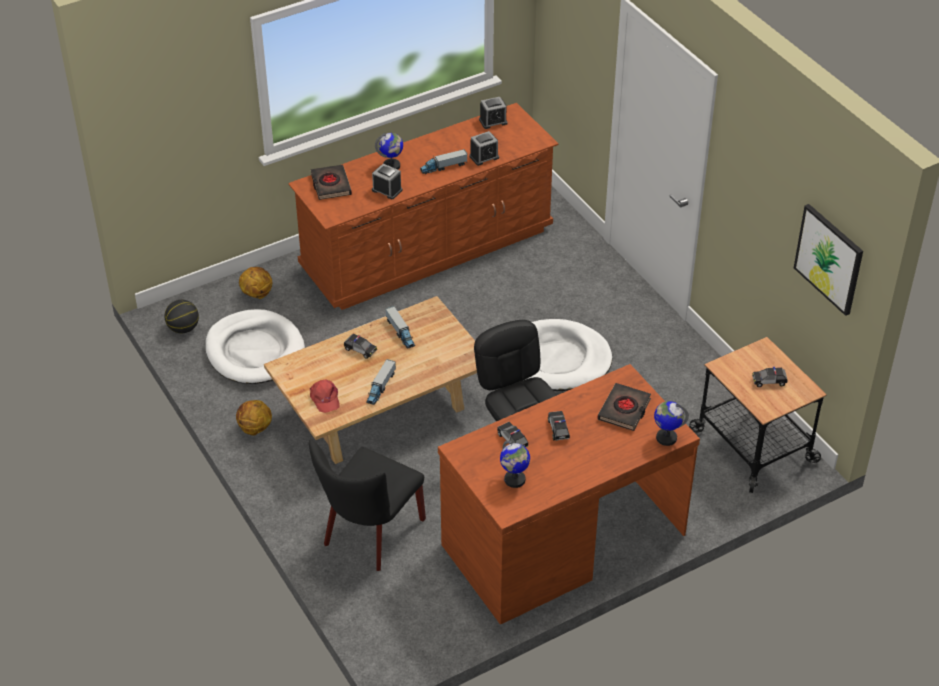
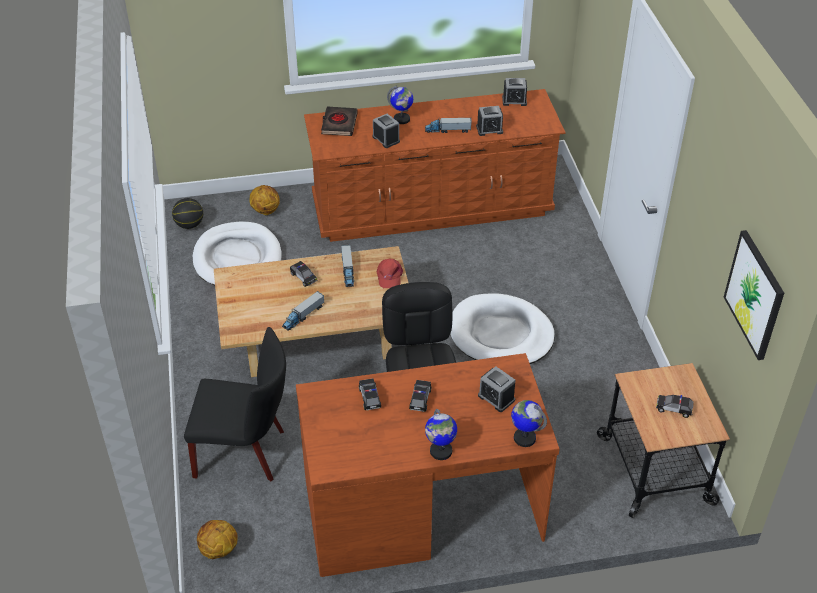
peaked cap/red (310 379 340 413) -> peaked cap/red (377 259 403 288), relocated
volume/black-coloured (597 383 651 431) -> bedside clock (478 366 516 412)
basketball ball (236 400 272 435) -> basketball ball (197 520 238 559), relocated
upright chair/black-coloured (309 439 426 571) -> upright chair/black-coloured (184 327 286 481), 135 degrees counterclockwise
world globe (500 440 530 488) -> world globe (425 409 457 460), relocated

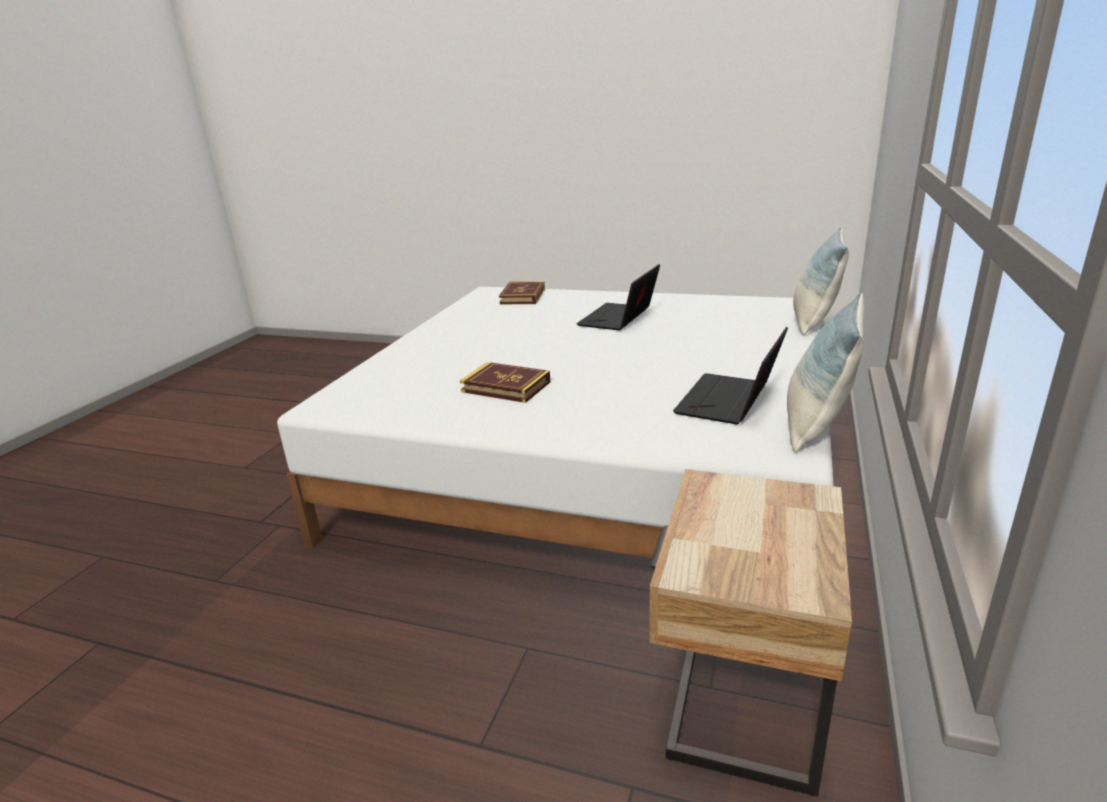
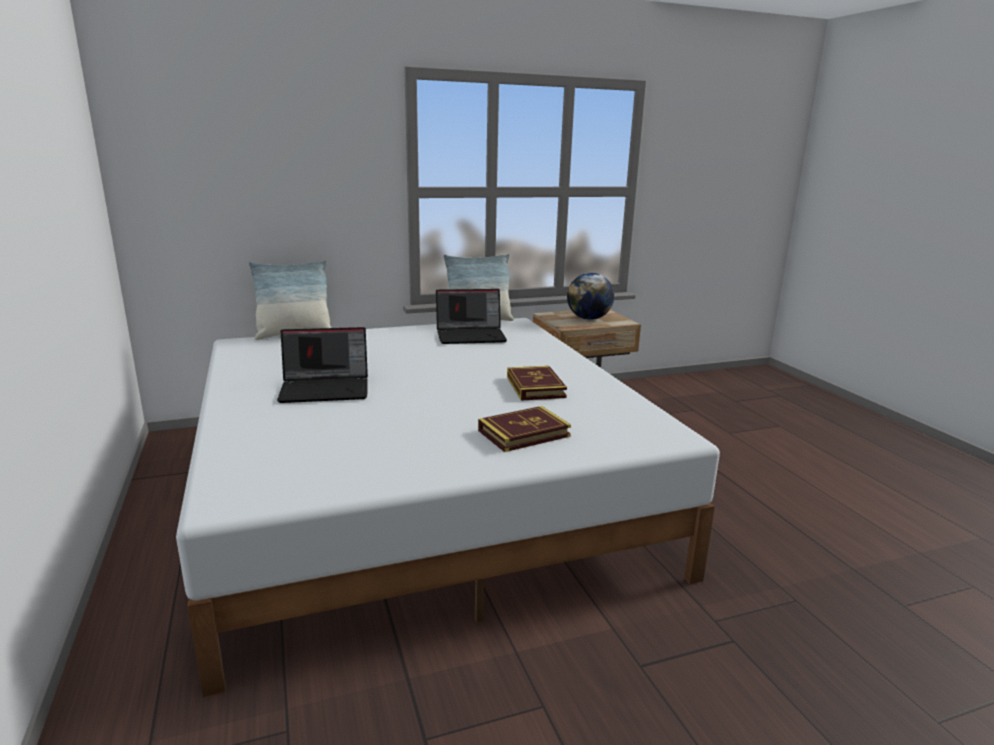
volume (499 281 545 304) -> volume (478 406 571 452), relocated
none -> world globe (567 273 614 320)

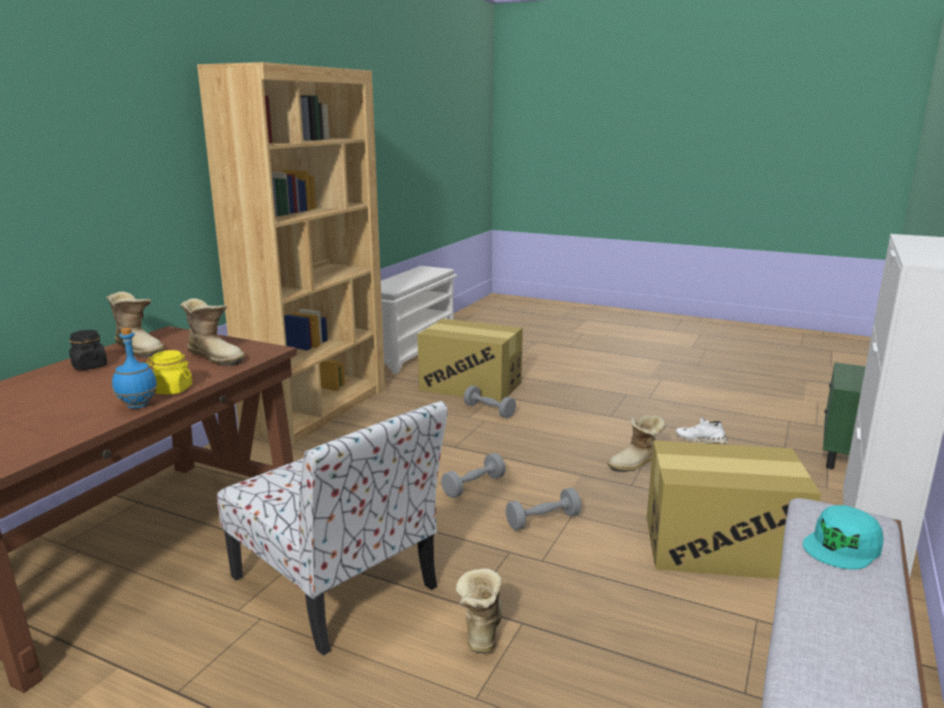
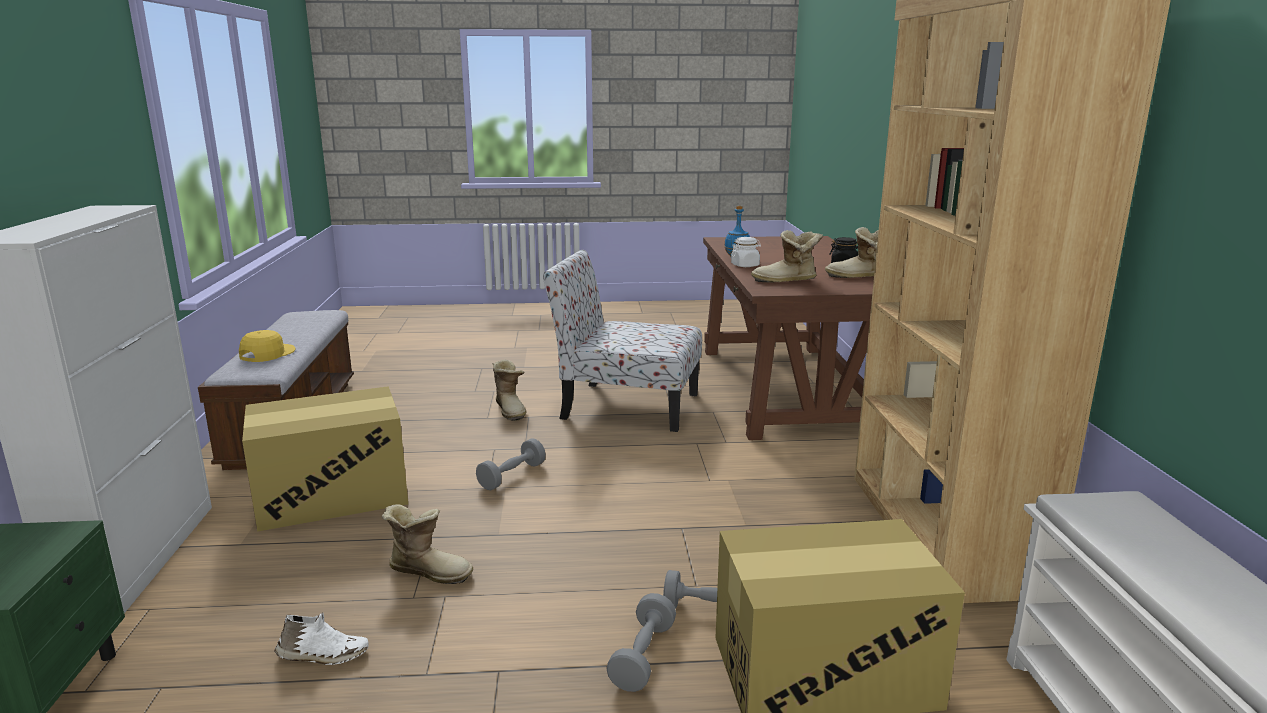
preserve jar/yellowish (147 350 192 394) -> preserve jar/white (731 237 761 267)
boot (607 414 666 472) -> boot (382 505 473 584), 75 degrees clockwise
dumbbell/grey (441 453 506 498) -> dumbbell/grey (607 593 676 692), relocated
peaked cap/turquoise (803 505 883 570) -> peaked cap/yellowish (239 330 295 362)

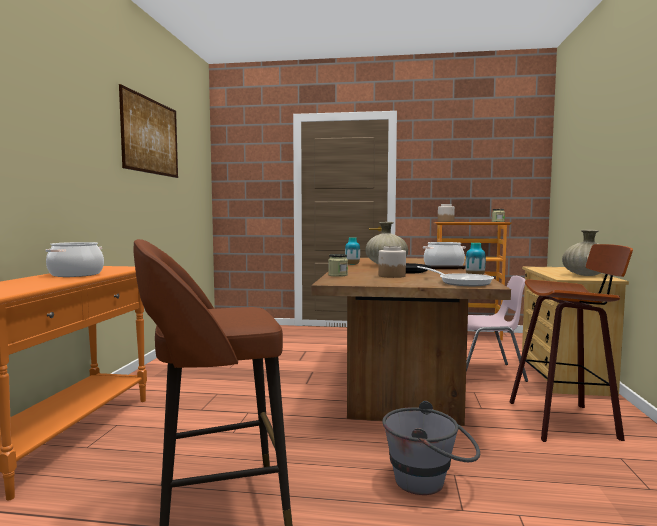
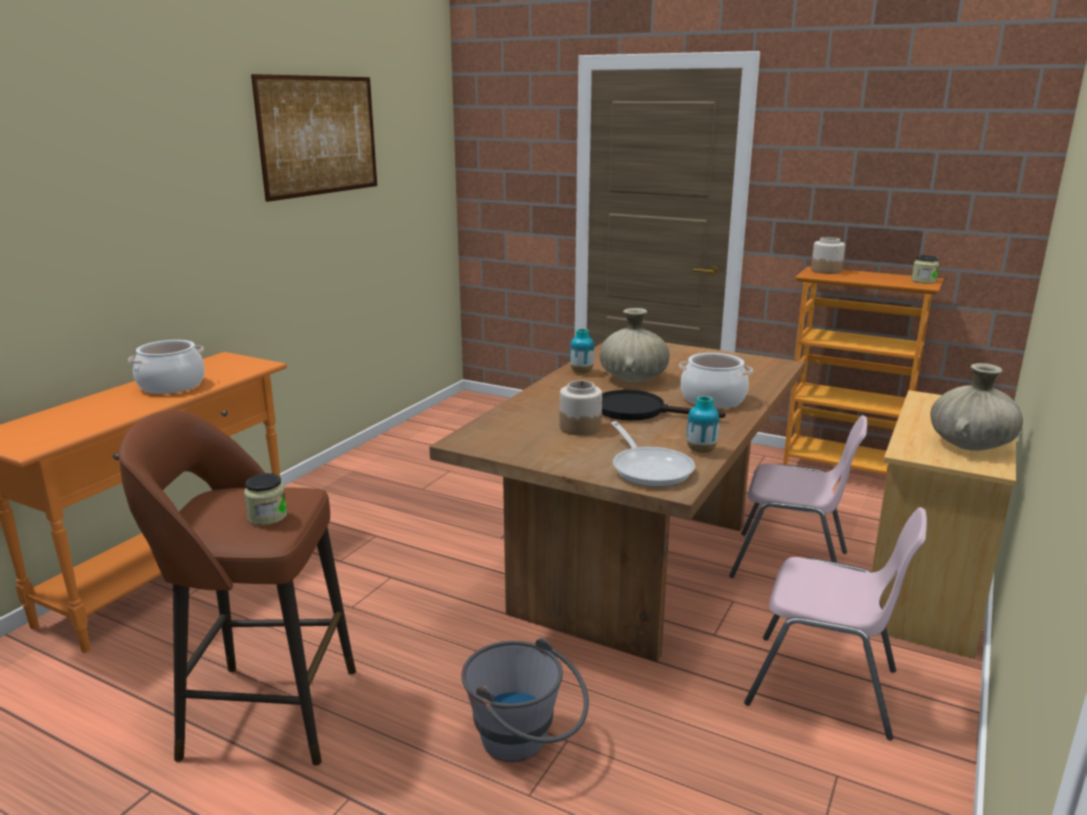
sitting stool (510 244 633 442) -> upright chair/pink-coloured (744 507 927 740)
preserve jar (328 254 348 277) -> preserve jar (244 473 287 525), relocated

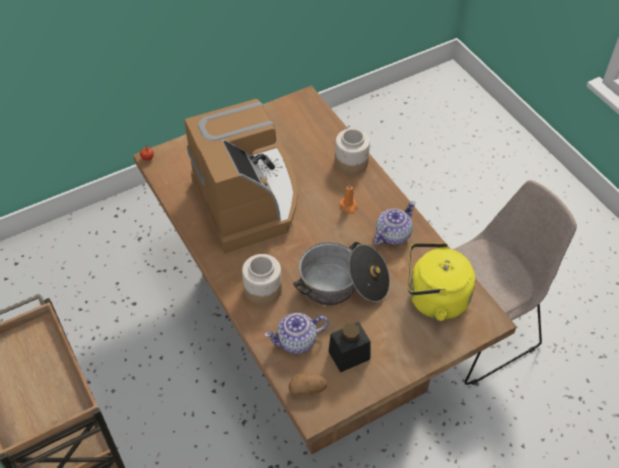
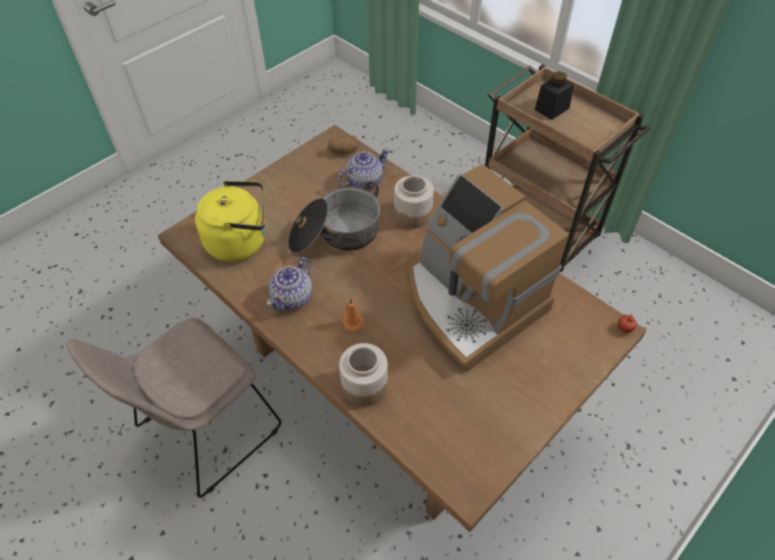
preserve jar/black-coloured (328 322 371 373) -> preserve jar/black-coloured (535 71 574 120), relocated

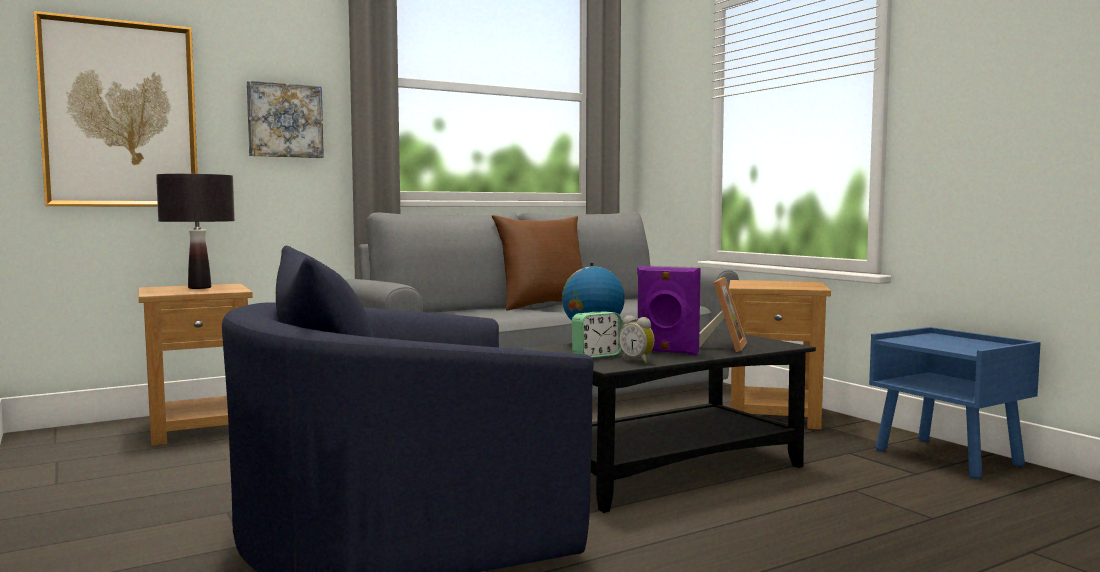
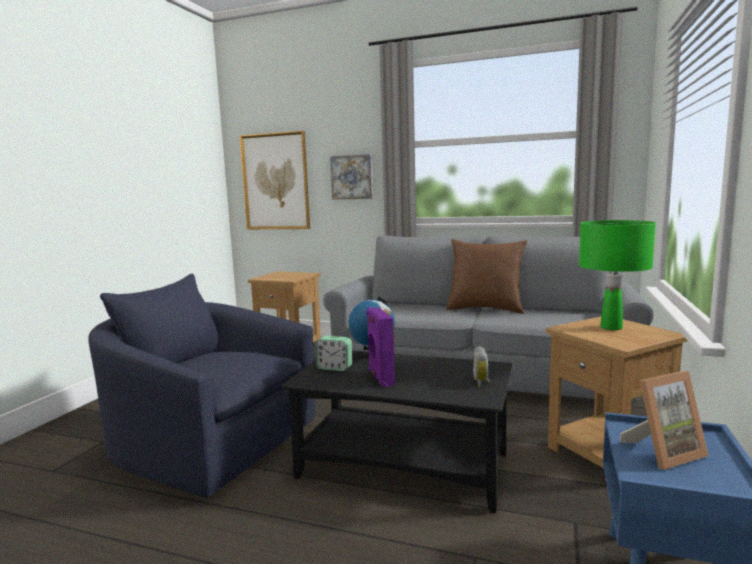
table lamp/black-coloured (156 174 235 289) -> none
standing frame (699 277 747 352) -> standing frame (620 371 708 470), relocated
bedside clock (619 315 655 363) -> bedside clock (473 346 490 387), relocated
none -> table lamp/greenish (579 220 656 330)

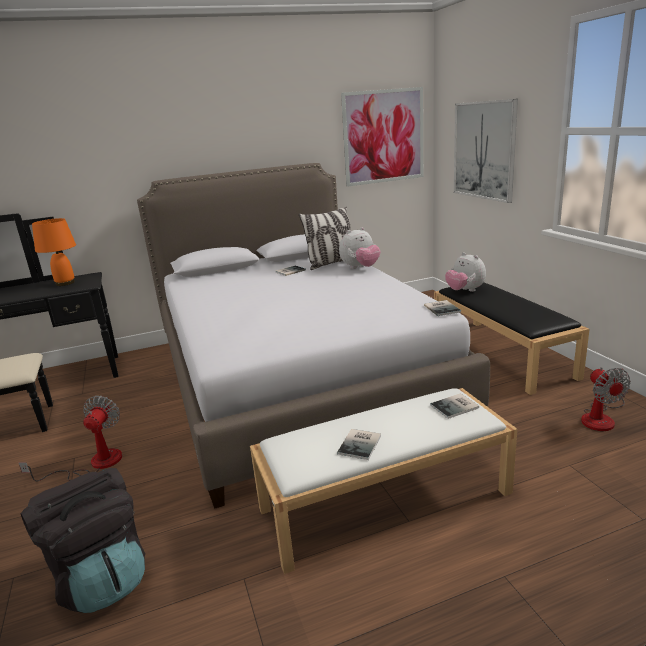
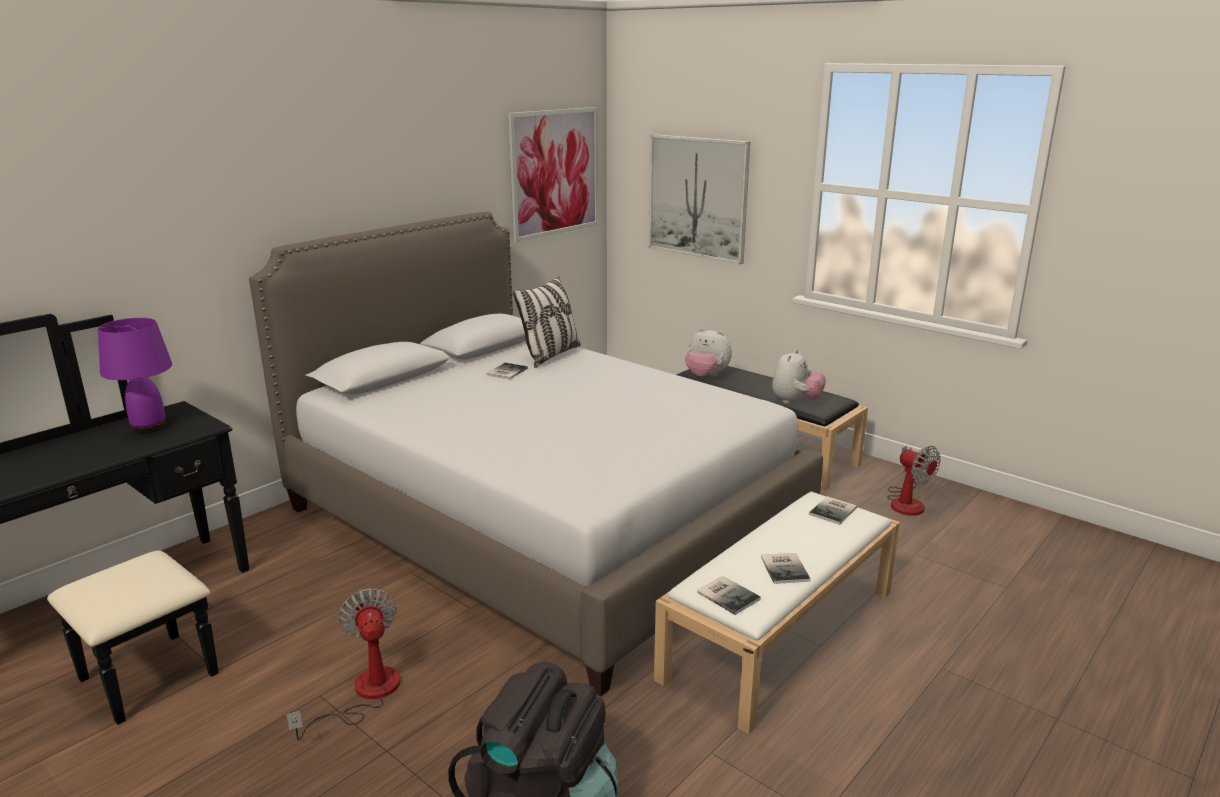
table lamp/orange-coloured (32 218 76 286) -> table lamp/purplish (98 318 172 433)
soft toy (339 227 381 269) -> soft toy (772 349 826 404), relocated
volume (424 300 461 316) -> volume (697 576 761 615), relocated

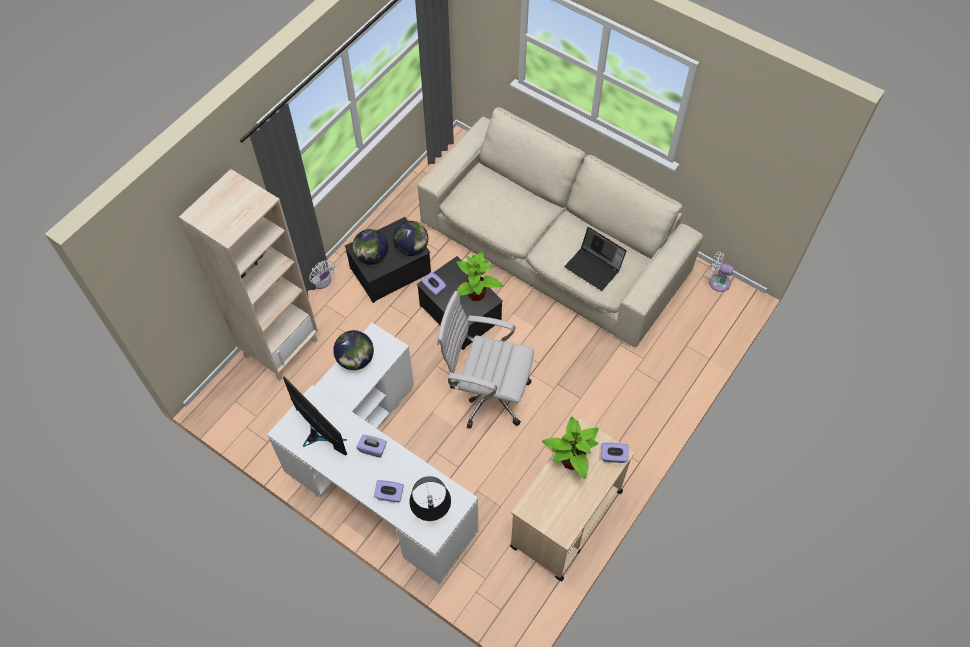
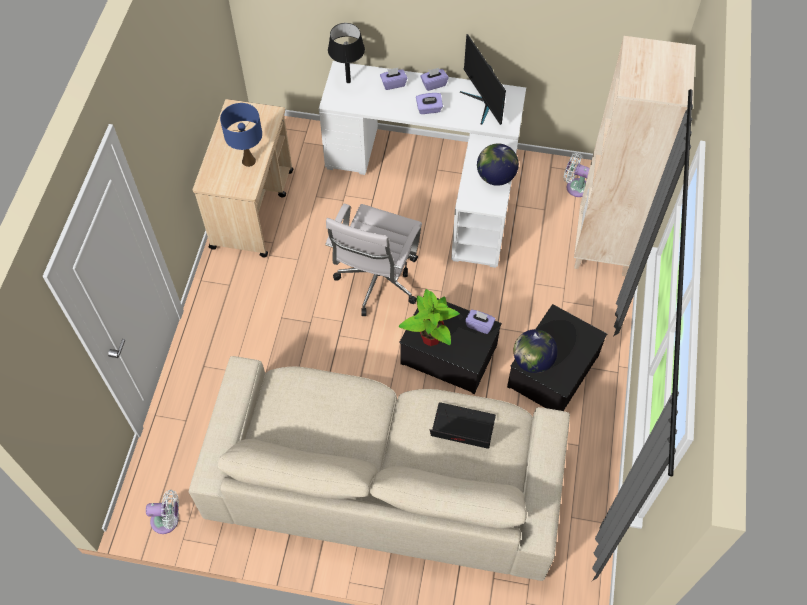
notebook computer (565 227 626 291) -> notebook computer (429 402 496 449), relocated
world globe (353 229 388 265) -> none
cooling fan/white (309 260 335 289) -> cooling fan/white (563 152 590 197), relocated
desk chair/white (437 291 534 429) -> desk chair/white (325 204 422 316), 120 degrees clockwise
computer screen (283 377 347 455) -> computer screen (460 34 506 125), 45 degrees clockwise
potted plant (542 417 599 479) -> table lamp/bluish (220 103 262 167)
tissue box/purplish (601 442 629 463) -> tissue box/purplish (420 68 449 91), relocated

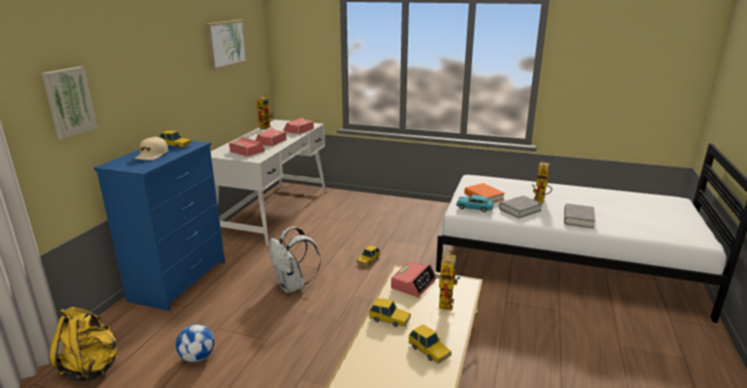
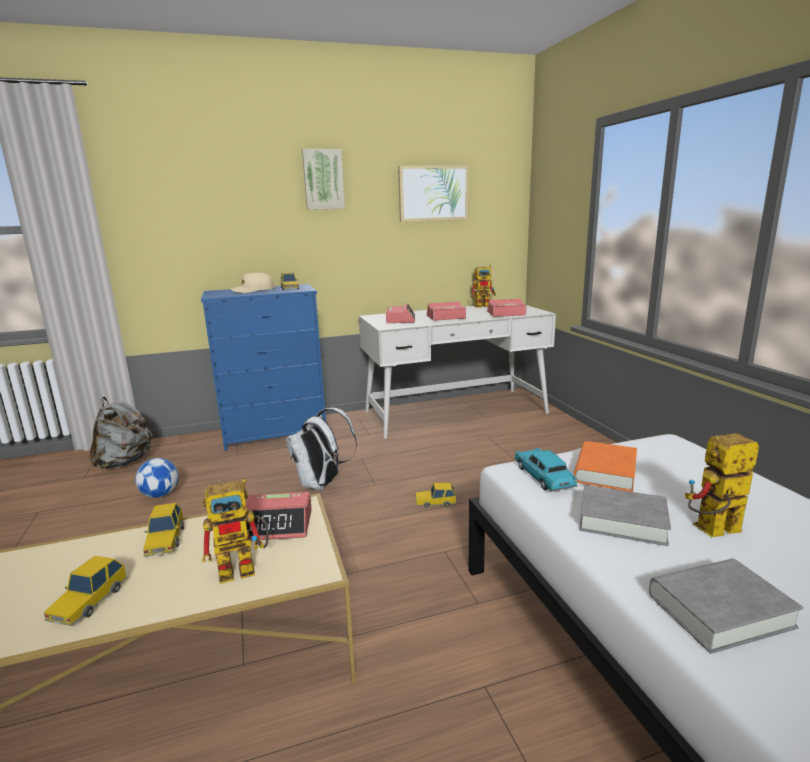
wall picture (41 67 97 139) -> wall picture (302 149 345 210), relocated
knapsack/yellowish (49 307 117 382) -> knapsack/grey (90 396 152 469)

